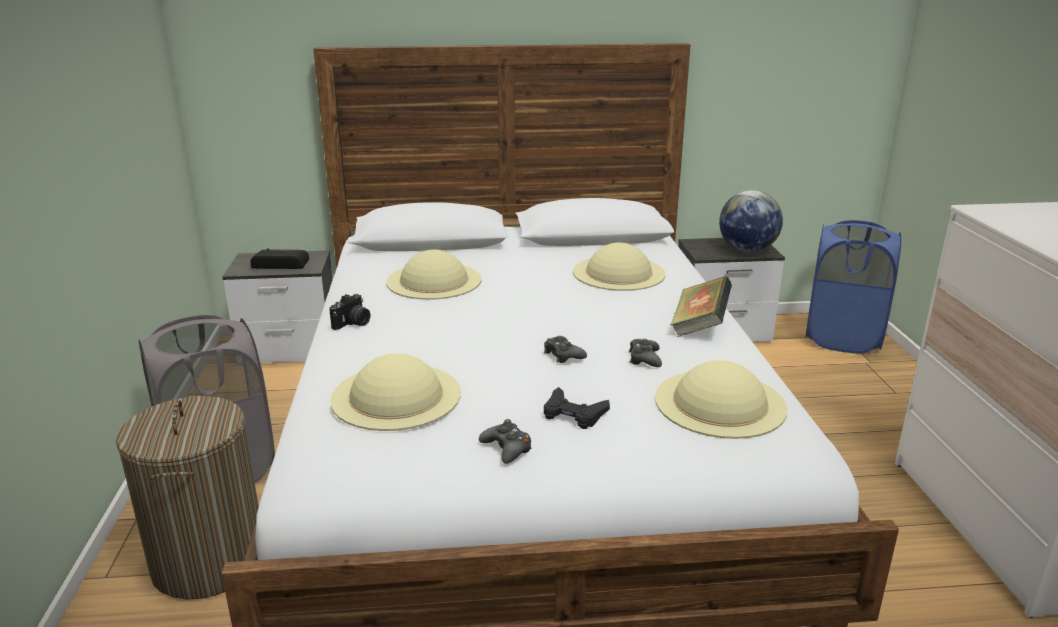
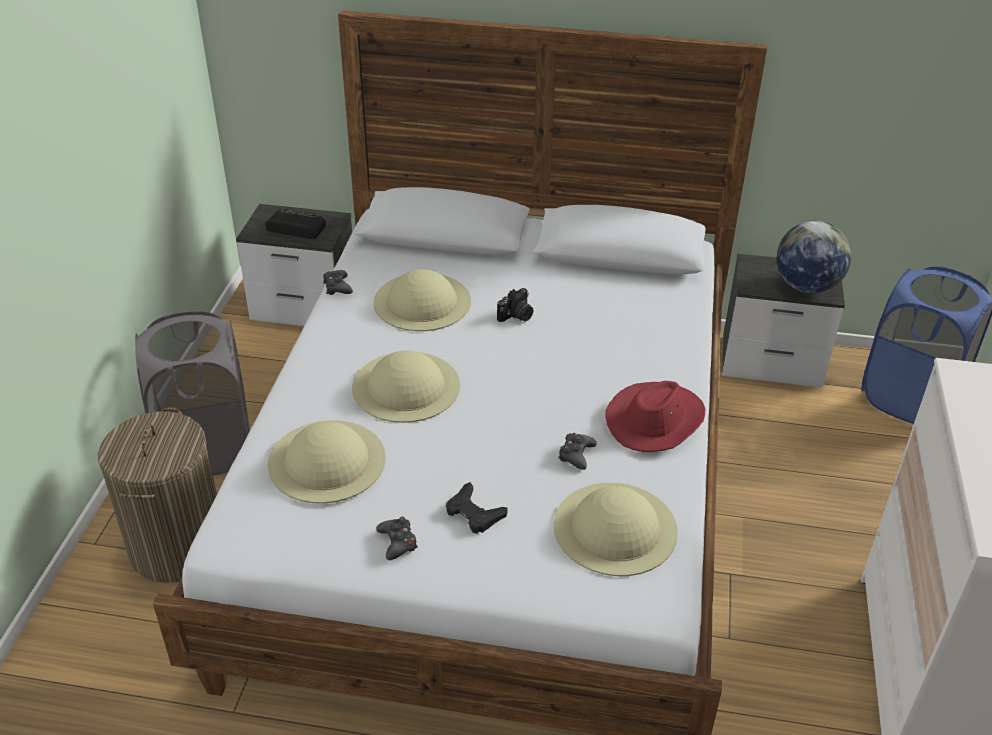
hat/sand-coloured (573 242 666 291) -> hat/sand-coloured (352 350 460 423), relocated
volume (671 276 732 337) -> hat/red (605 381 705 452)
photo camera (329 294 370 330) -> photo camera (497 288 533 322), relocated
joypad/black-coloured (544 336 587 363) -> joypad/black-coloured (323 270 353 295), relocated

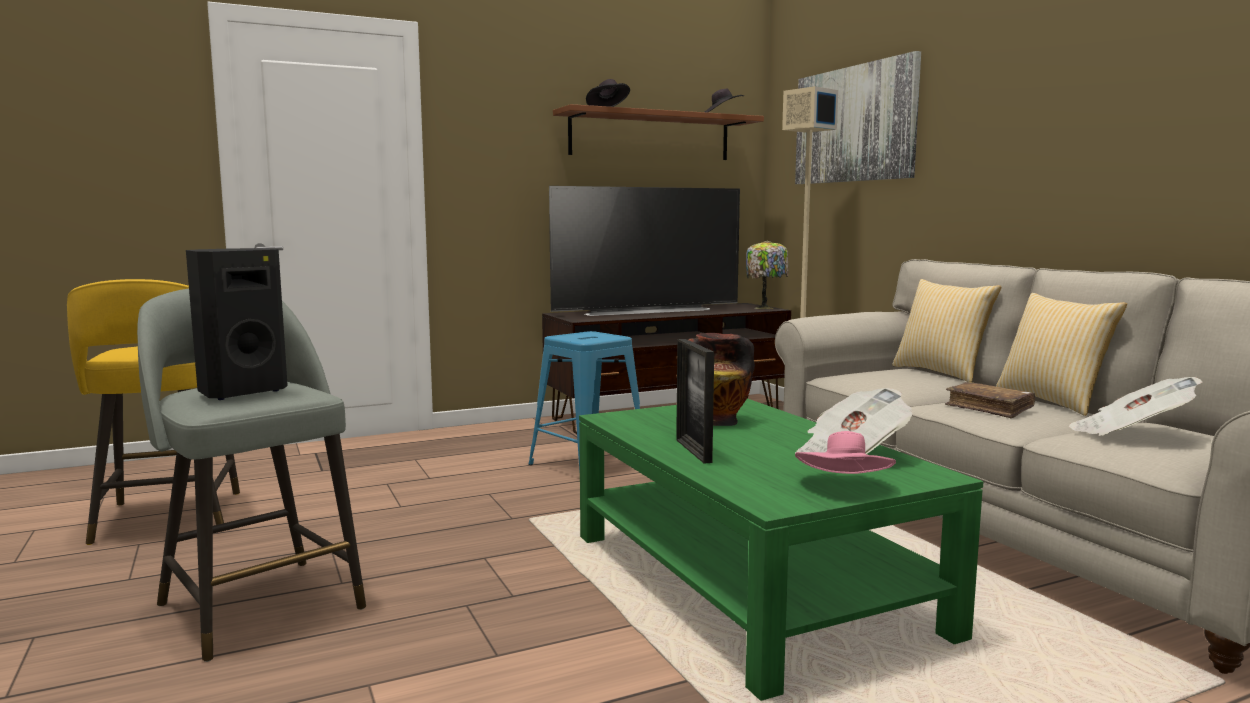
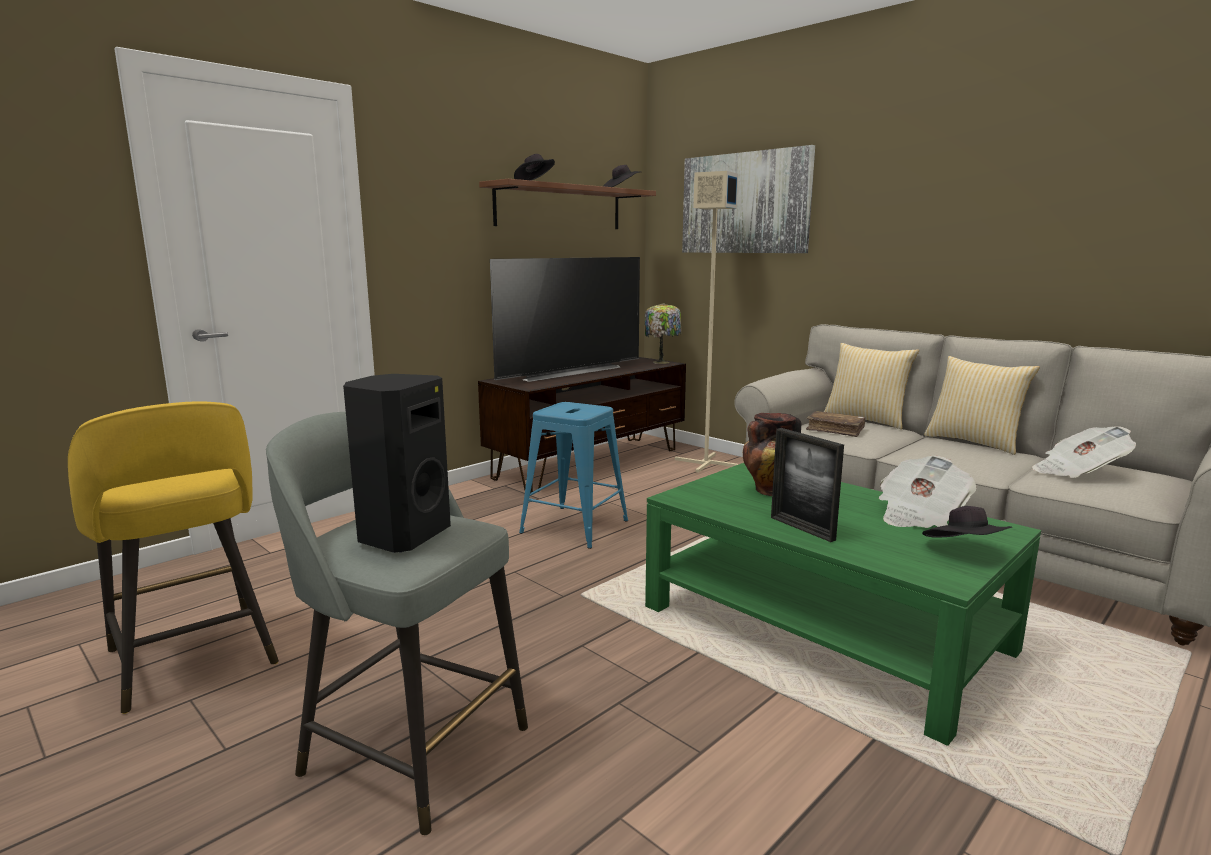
volume/brown (945 382 1035 418) -> volume/brown (806 411 866 437), relocated
hat/pink-coloured (795 431 896 474) -> hat/black-coloured (922 506 1013 538)

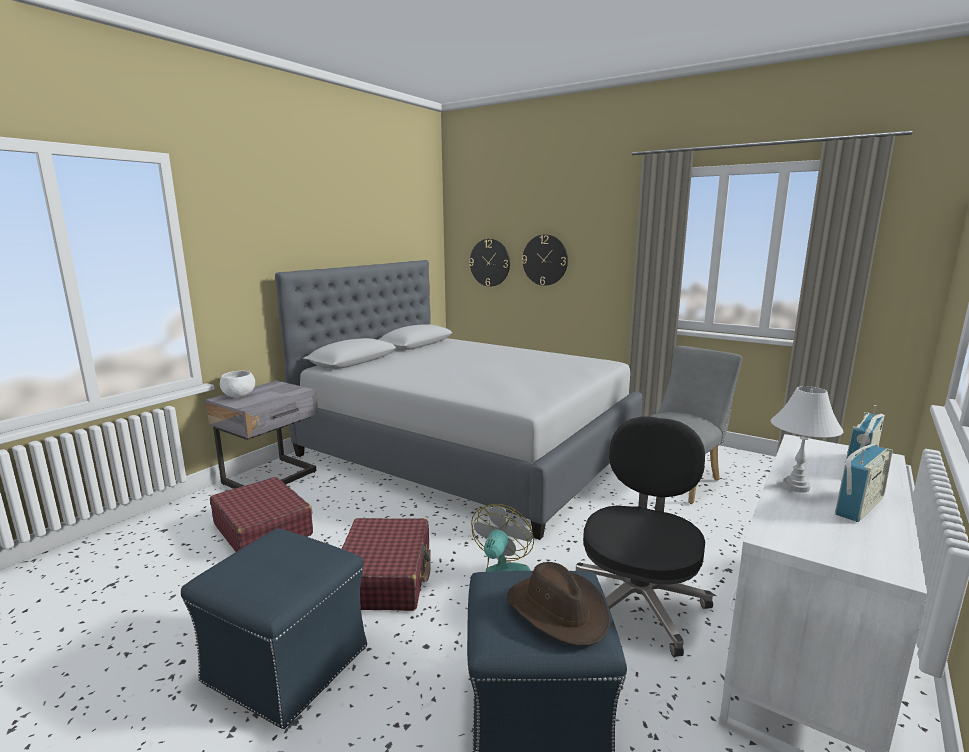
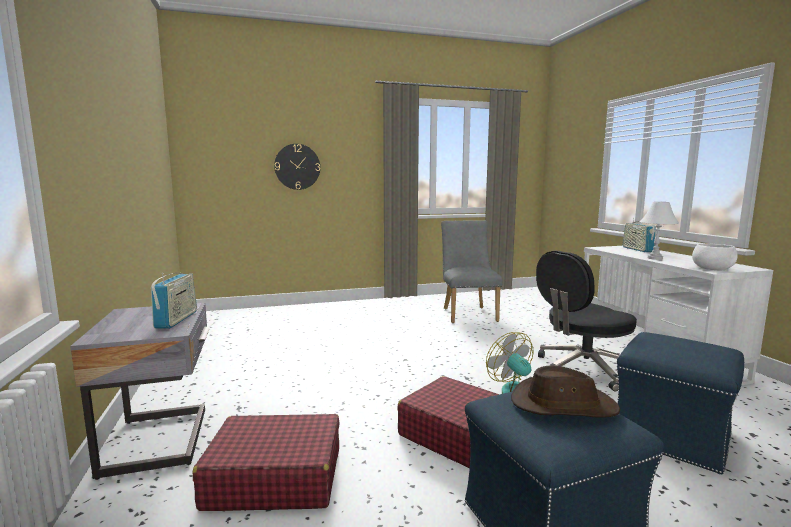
hanging clock (469 239 510 287) -> none
bedroom bed/grey (275 260 642 540) -> none
bowl/white (220 371 255 397) -> bowl/white (692 243 738 270), relocated
desk chair/black-coloured (575 417 713 657) -> desk chair/black-coloured (536 251 637 392), 90 degrees counterclockwise
radio set (835 444 893 522) -> radio set (151 273 197 329), relocated
hat/brown (507 562 610 646) -> hat/brown (511 366 620 418), relocated

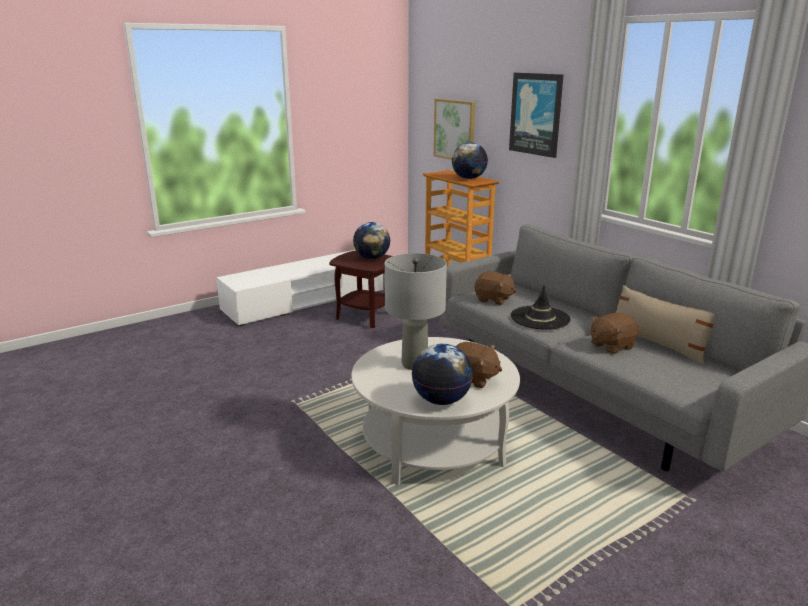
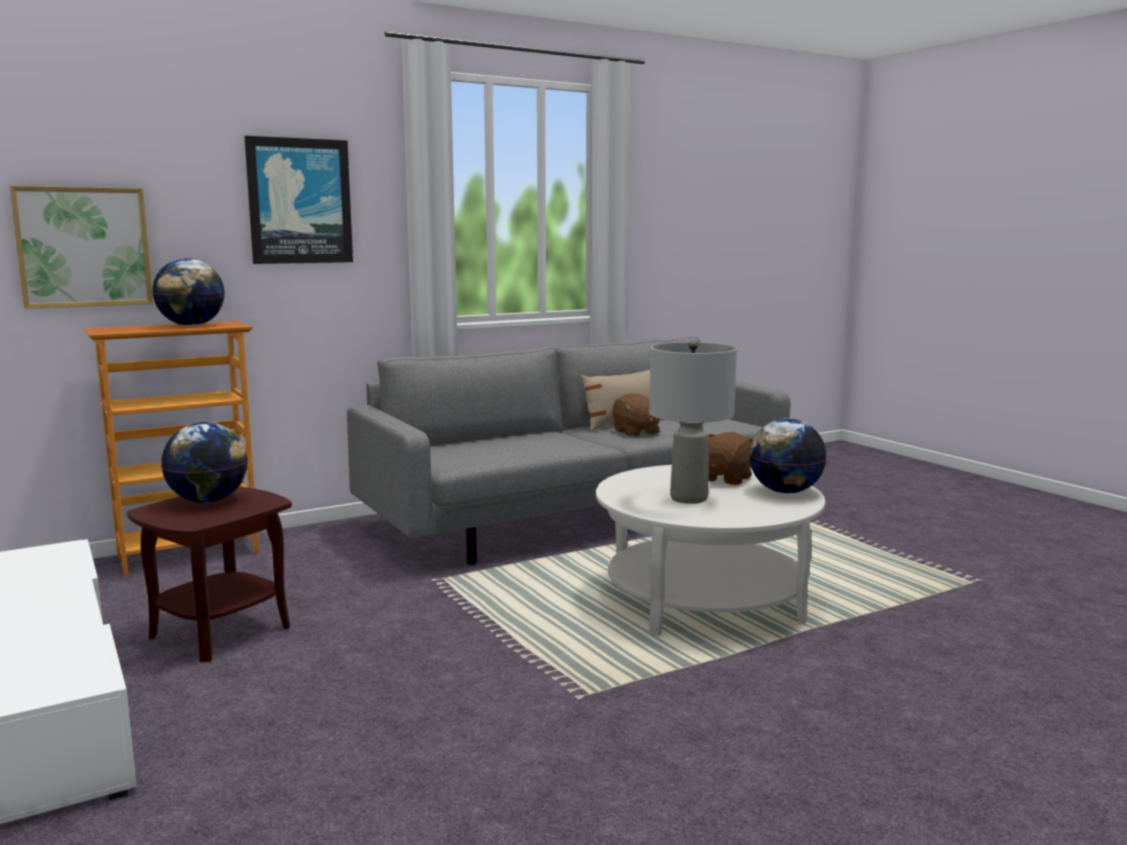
soft toy/brown (475 271 517 305) -> none
hat/black-coloured (511 286 571 330) -> none

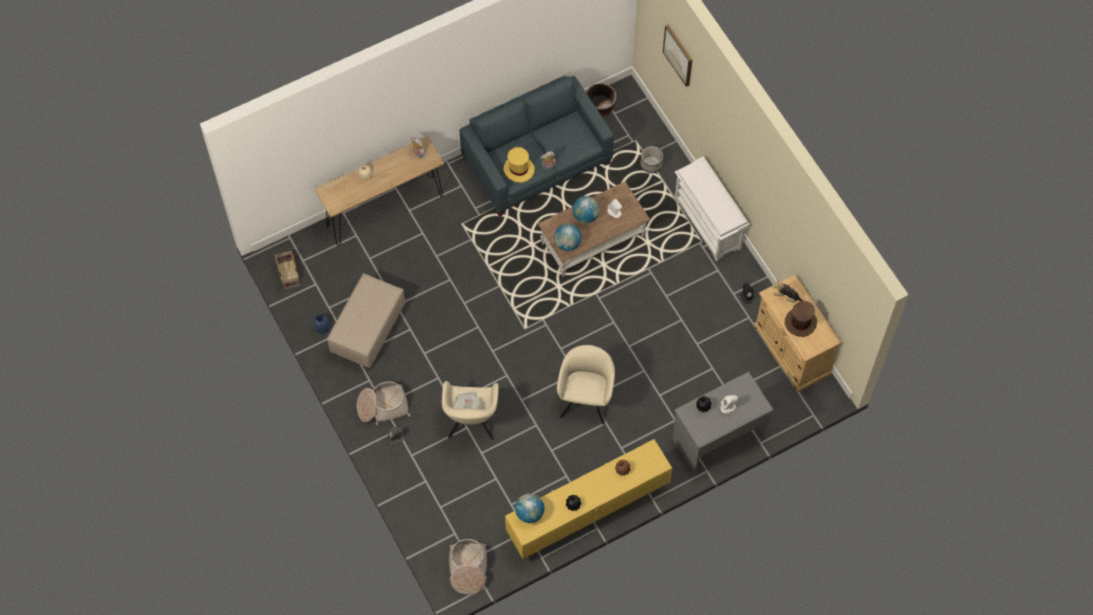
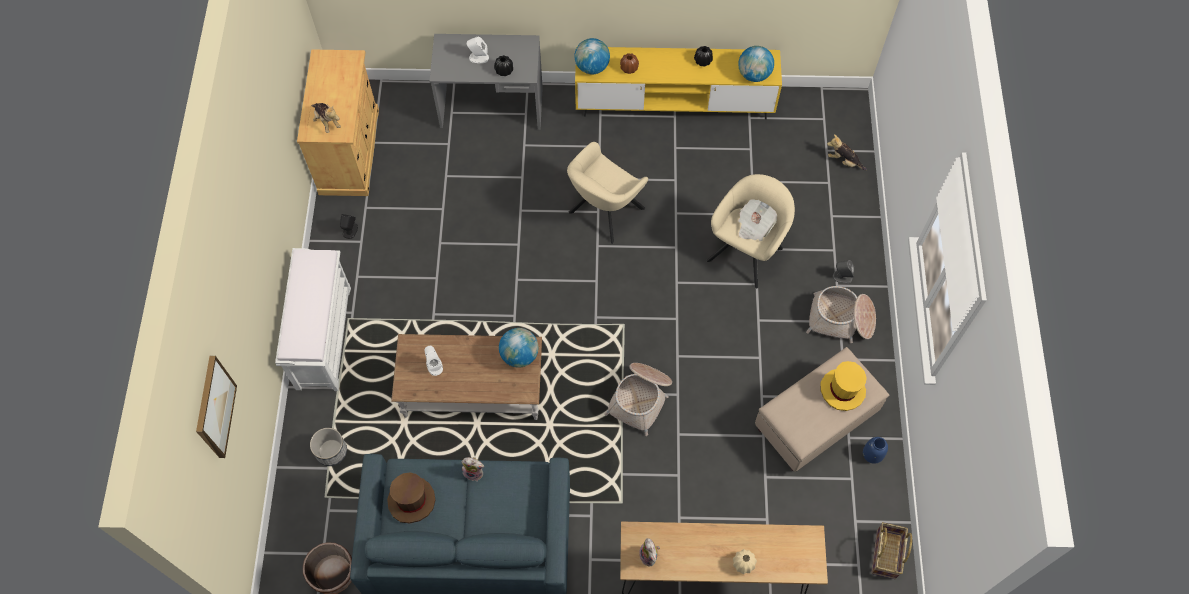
hat/yellowish (504 147 535 183) -> hat/yellowish (820 361 867 411), relocated
world globe (572 196 600 223) -> world globe (574 38 610 74), relocated
hat/brown (785 301 817 337) -> hat/brown (387 473 435 523), relocated
household basket (449 539 487 594) -> household basket (604 363 672 436), relocated
none -> soft toy (827 134 867 170)

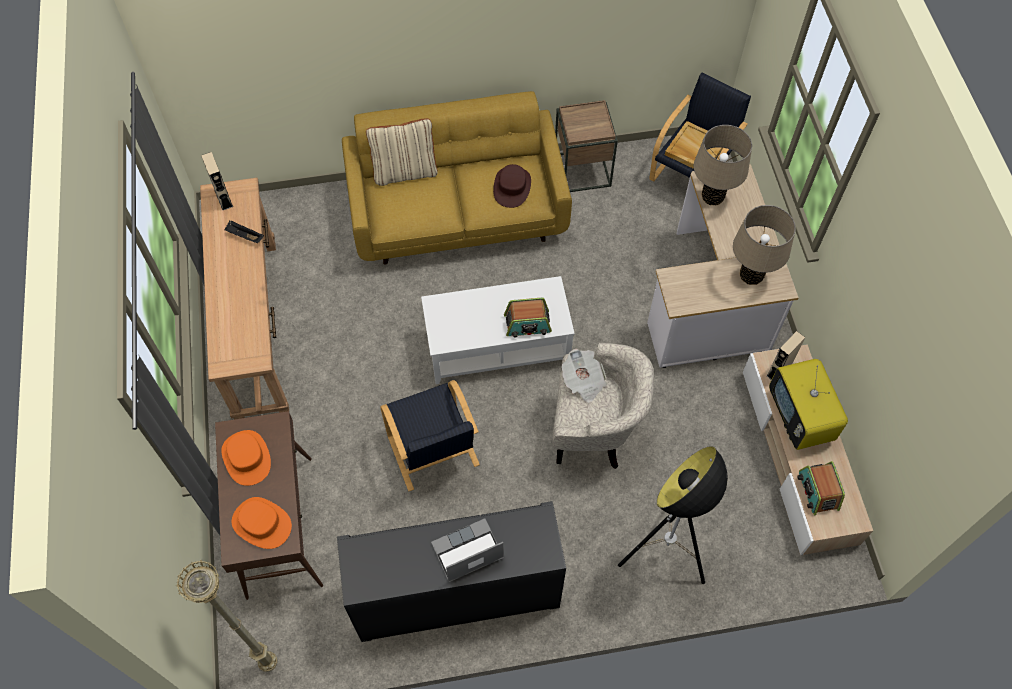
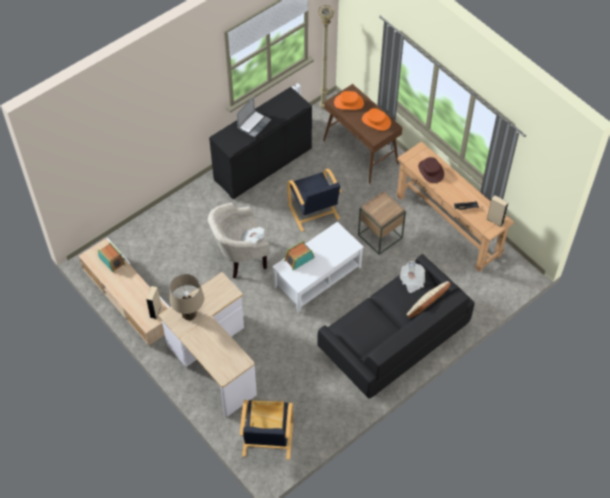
couch/yellowish (342 91 572 265) -> couch/black-coloured (317 254 474 398)
accent table/brown (555 100 618 192) -> accent table/brown (358 191 406 255), relocated
table lamp/sand-coloured (694 125 752 205) -> none
hat/brown (493 164 531 208) -> hat/brown (418 157 444 183), relocated
television (769 359 848 450) -> none
armchair/black-coloured (380 380 480 491) -> armchair/black-coloured (287 169 342 232), 150 degrees counterclockwise
floor lamp (618 446 728 584) -> none
none -> newspaper (400 261 425 293)

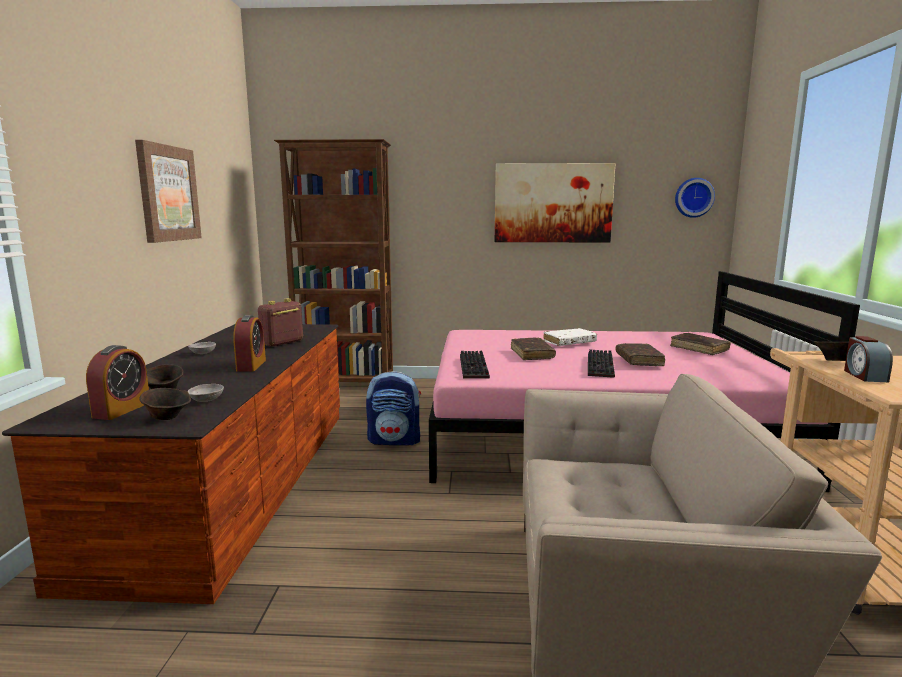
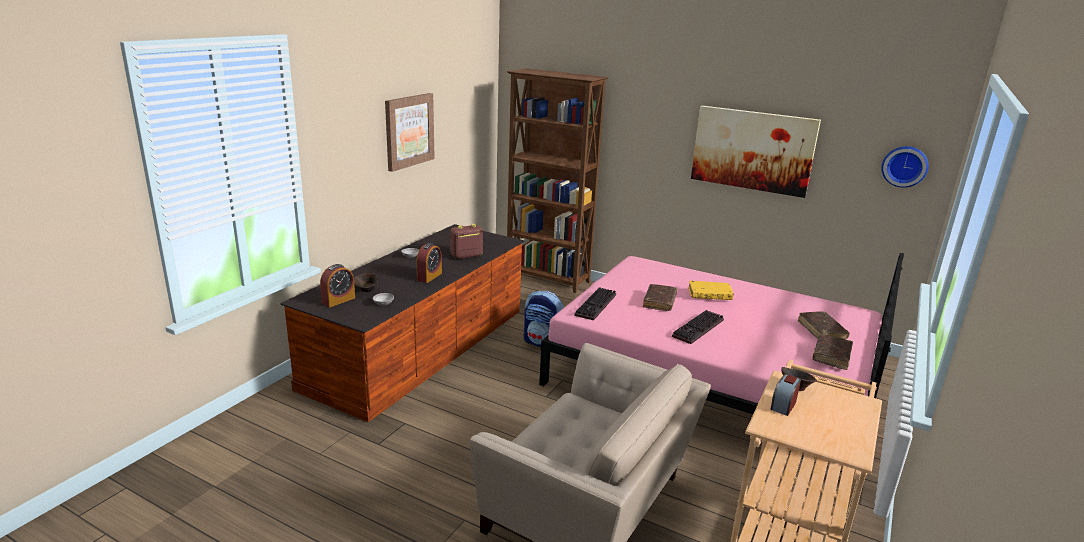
volume/white (543 328 597 346) -> volume/yellowish (689 281 734 300)
volume/brown (616 343 665 366) -> volume/brown (813 335 853 370), relocated
bowl/brown (139 388 191 420) -> none

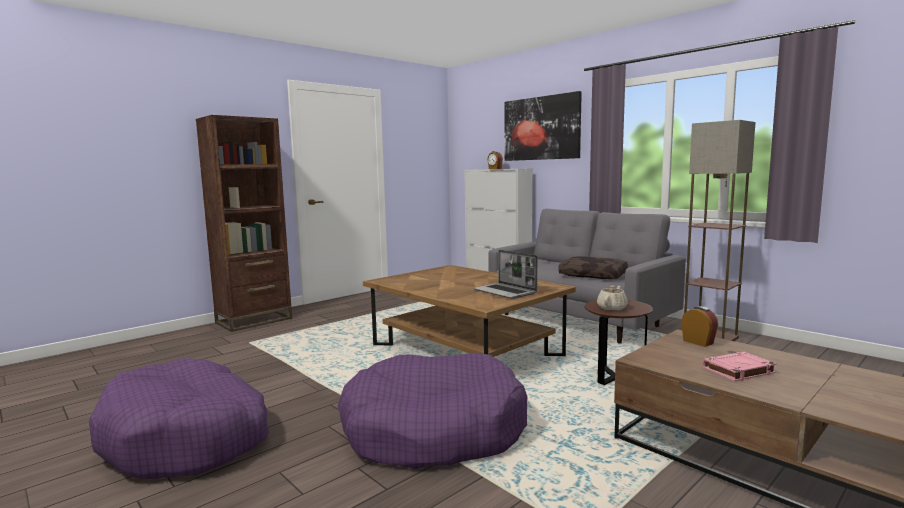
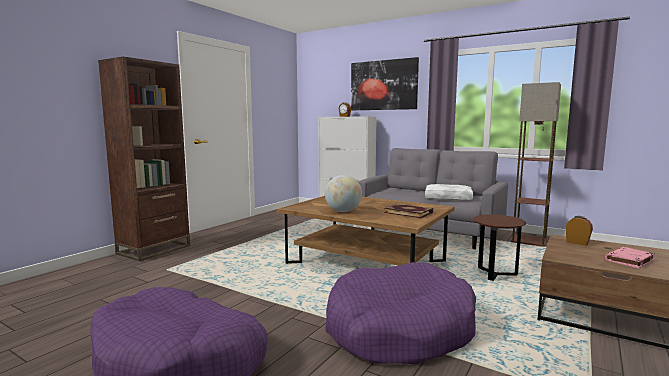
notebook computer (473 250 537 299) -> volume (384 204 433 218)
throw pillow/brown (558 256 628 279) -> throw pillow/white (425 184 473 201)
pot for tea/sand-coloured (597 286 628 311) -> none
none -> world globe (325 175 362 212)

